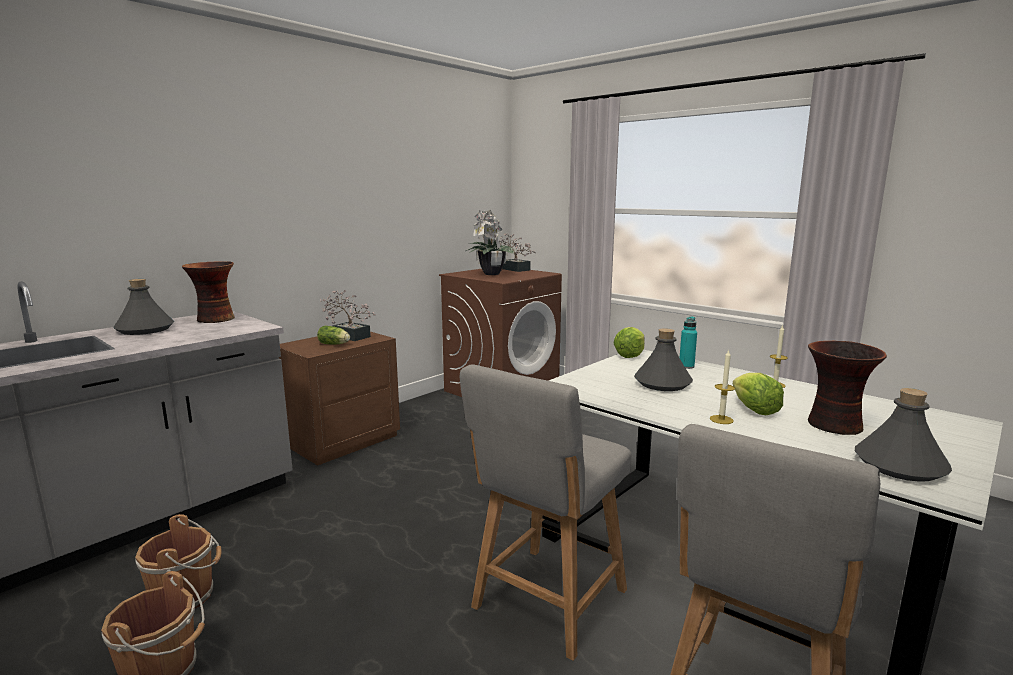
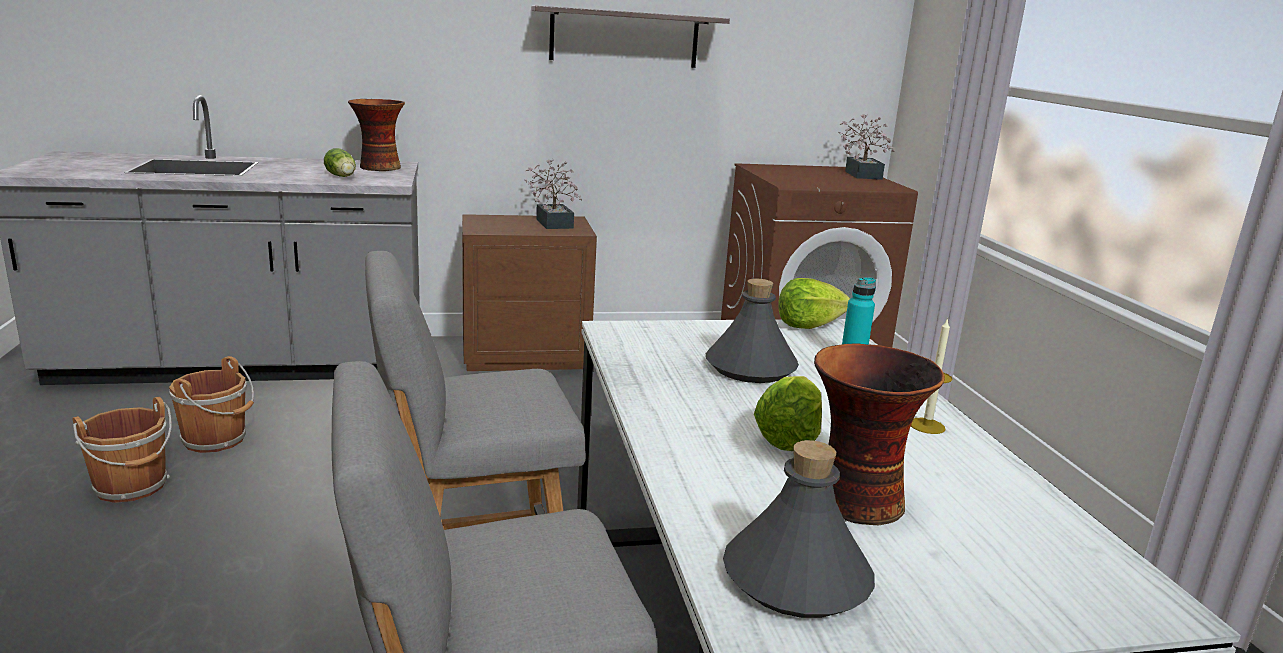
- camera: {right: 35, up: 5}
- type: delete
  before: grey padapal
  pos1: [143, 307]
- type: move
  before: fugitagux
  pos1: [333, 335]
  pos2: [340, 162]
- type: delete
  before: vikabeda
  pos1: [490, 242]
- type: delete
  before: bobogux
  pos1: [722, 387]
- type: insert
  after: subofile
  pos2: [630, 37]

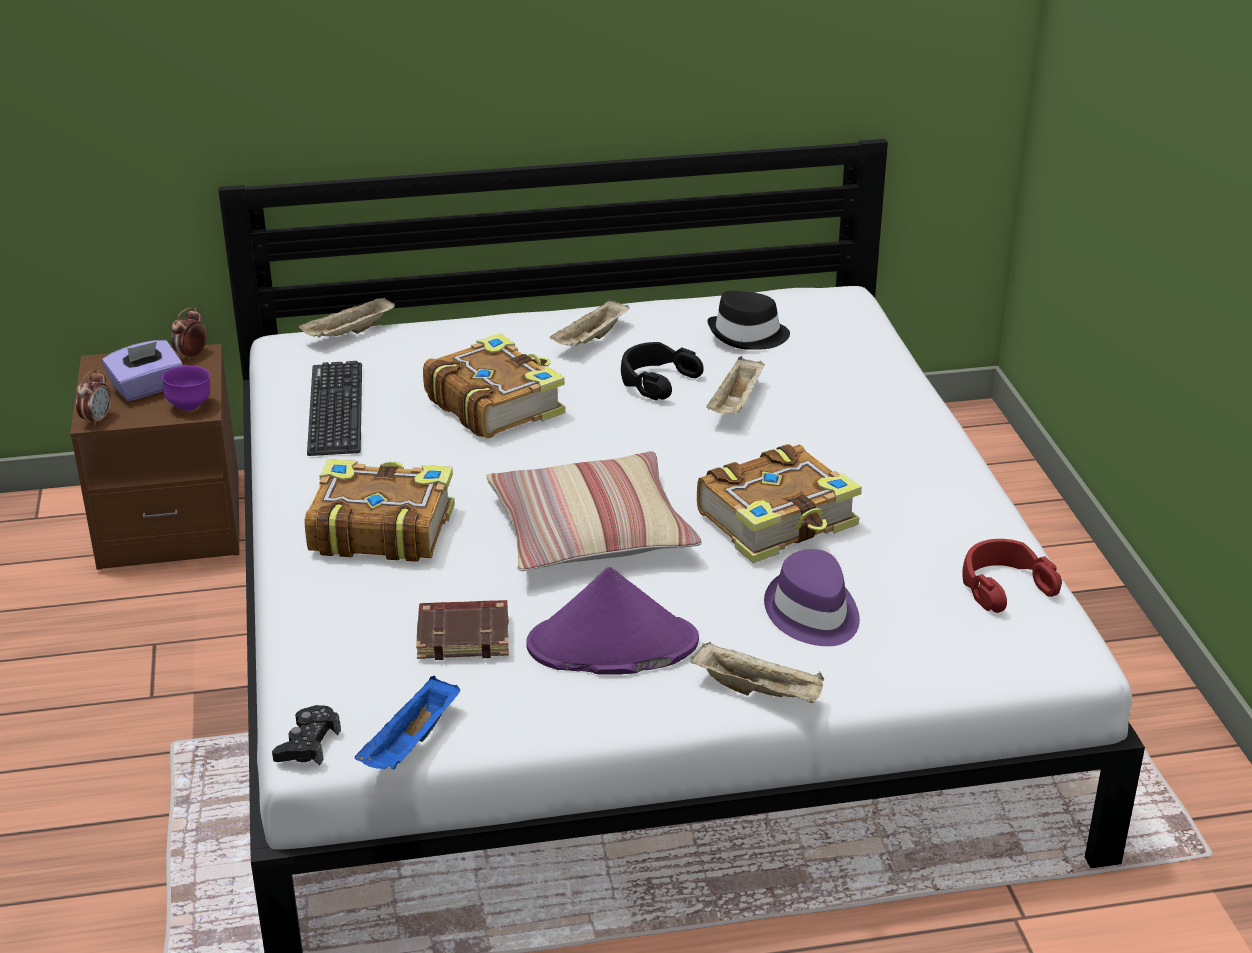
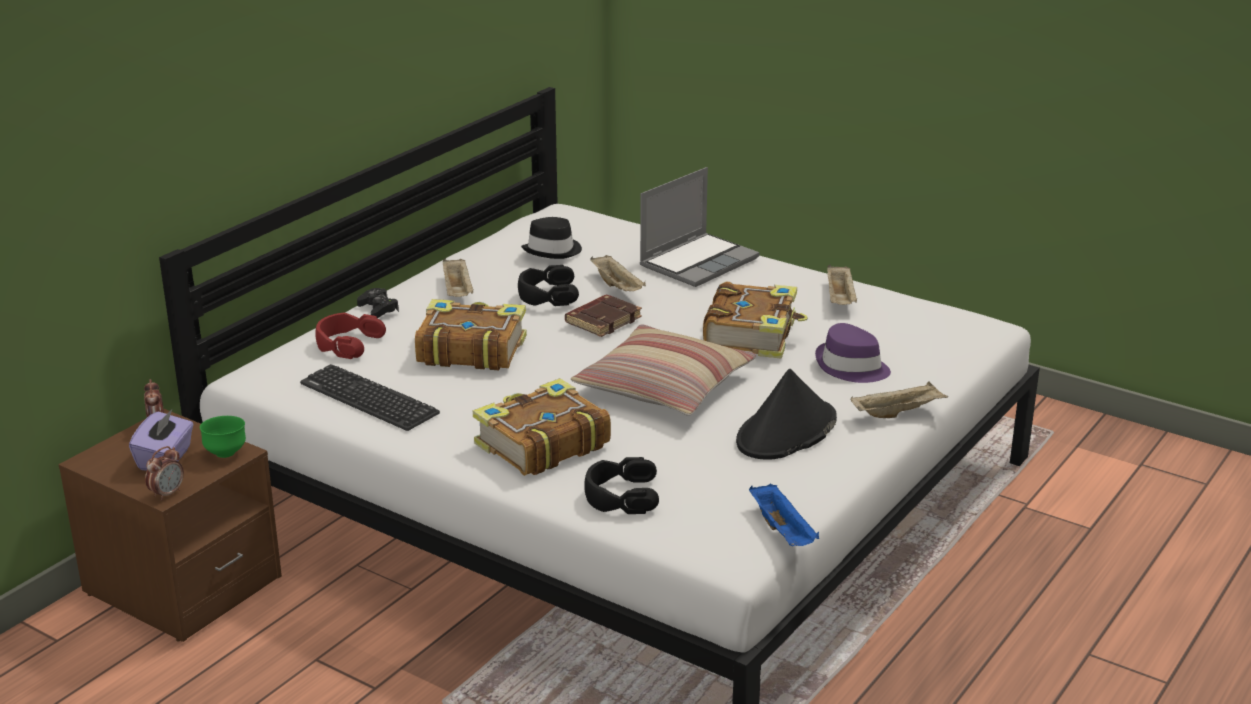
- camera: {right: -45, up: -5}
- type: rotate
  before: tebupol
  pos1: [93, 398]
  pos2: [164, 473]
  turn: 60
- type: recolor
  before: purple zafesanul
  after: green zafesanul
  pos1: [186, 388]
  pos2: [223, 437]
- type: move
  before: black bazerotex
  pos1: [306, 735]
  pos2: [378, 303]
- type: move
  before: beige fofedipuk
  pos1: [347, 318]
  pos2: [842, 284]
- type: move
  before: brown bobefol
  pos1: [462, 630]
  pos2: [603, 316]
- type: recolor
  before: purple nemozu
  after: black nemozu
  pos1: [612, 621]
  pos2: [786, 414]
- type: move
  before: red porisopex
  pos1: [1012, 576]
  pos2: [350, 336]
- type: insert
  after: black porisopex
  pos2: [621, 485]
- type: insert
  after: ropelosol
  pos2: [700, 227]

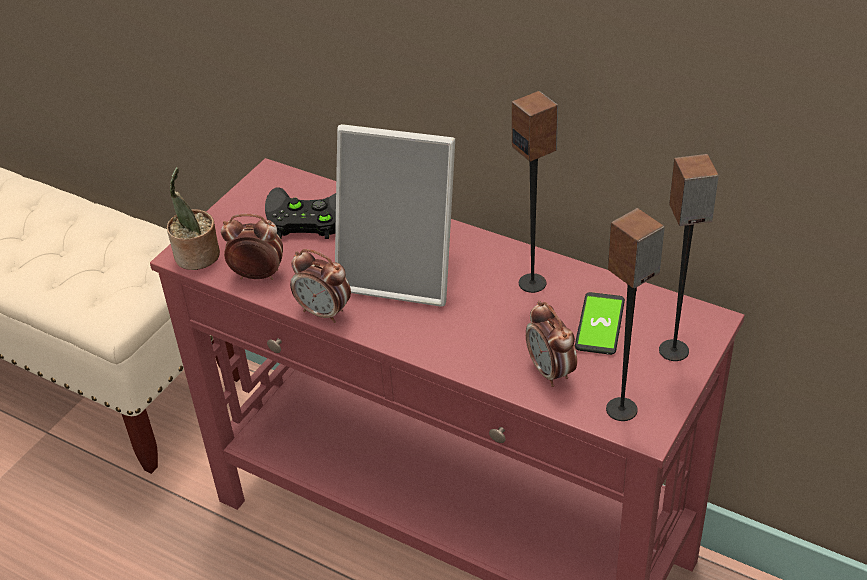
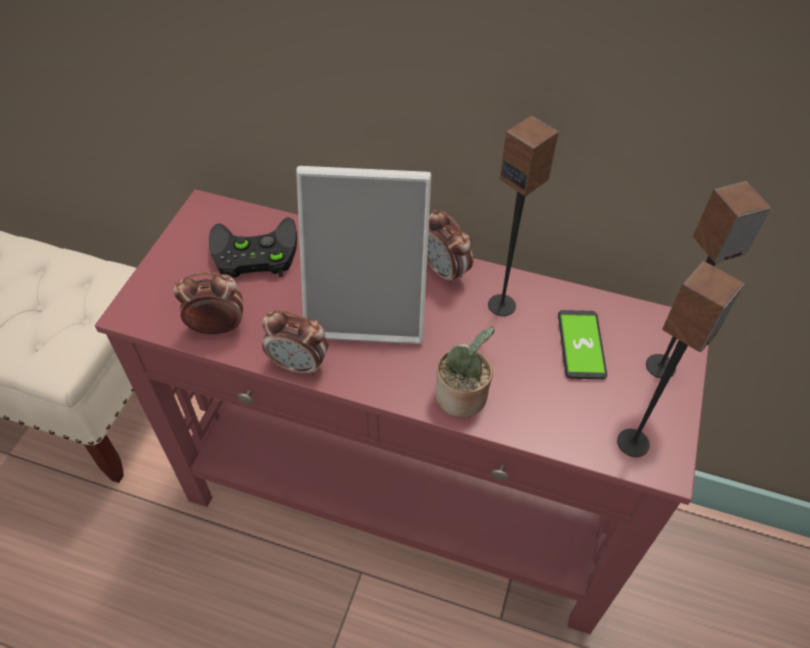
- camera: {right: -15, up: 10}
- type: move
  before: vikabeda
  pos1: [193, 218]
  pos2: [465, 372]
- type: move
  before: tebupol
  pos1: [551, 344]
  pos2: [450, 248]

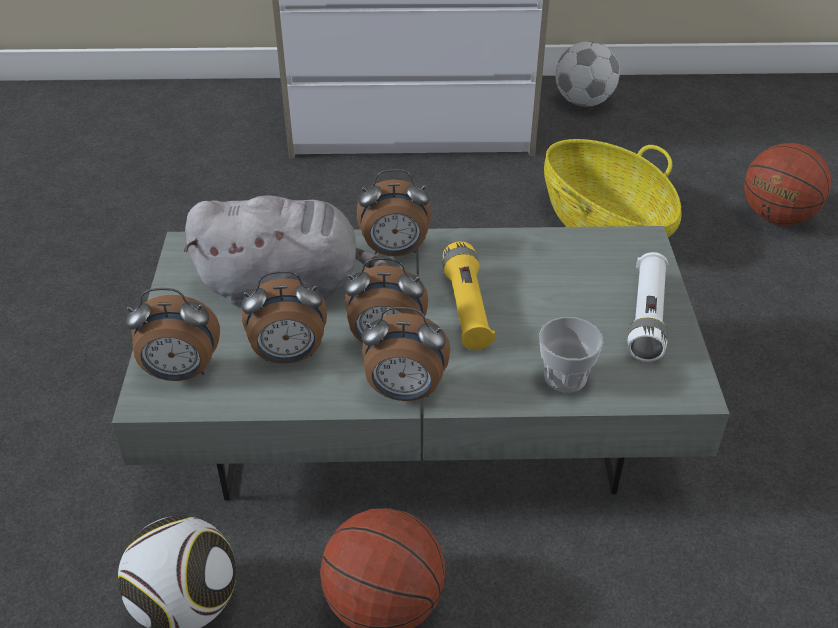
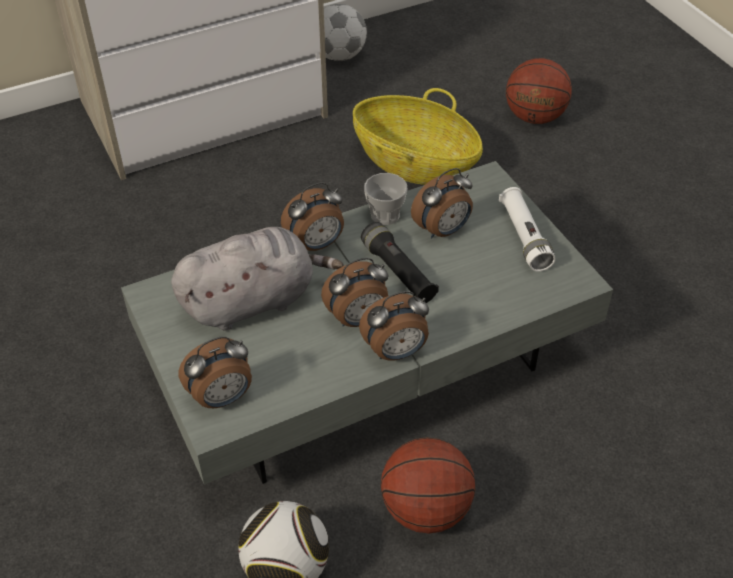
- camera: {right: -25, up: 5}
- type: move
  before: tebupol
  pos1: [284, 317]
  pos2: [442, 203]
- type: recolor
  before: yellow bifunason
  after: black bifunason
  pos1: [469, 295]
  pos2: [400, 262]
- type: move
  before: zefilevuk
  pos1: [571, 355]
  pos2: [385, 199]

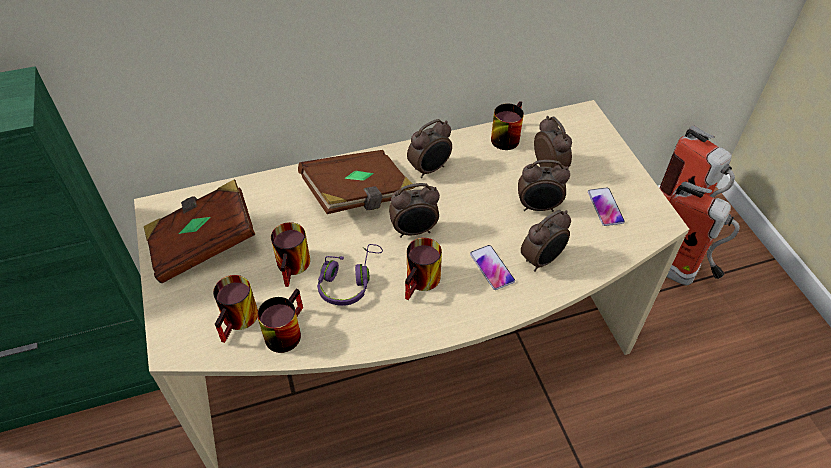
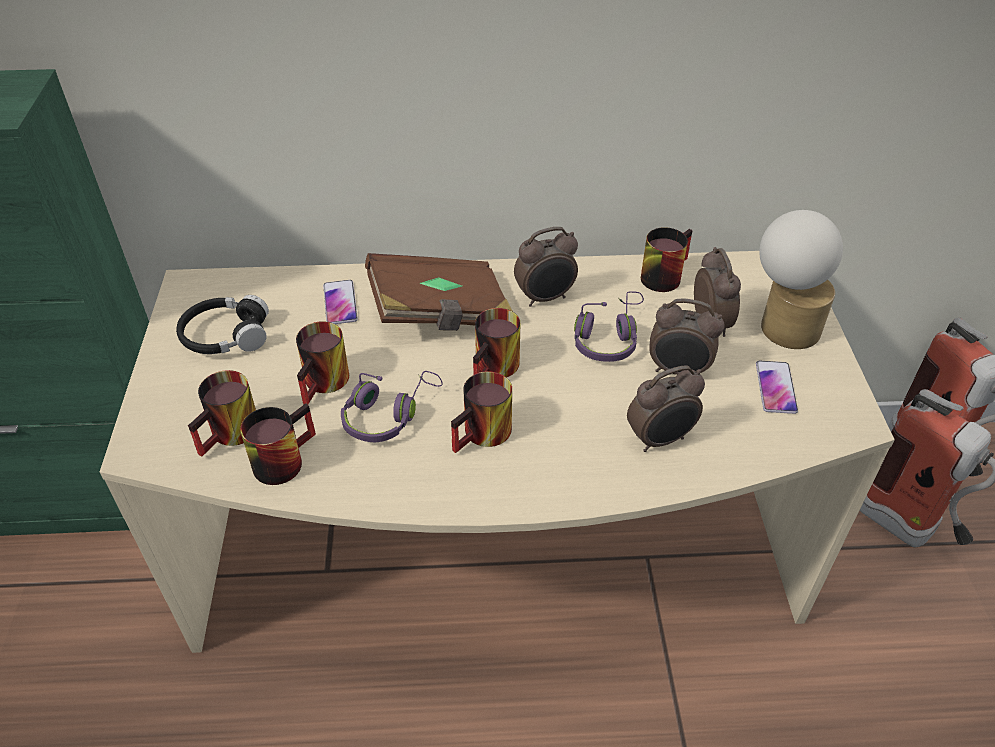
- camera: {right: 15, up: -5}
- type: replace
  before: brown bobefol
  after: black porisopex
  pos1: [199, 231]
  pos2: [222, 324]
- type: replace
  before: tebupol
  after: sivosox
  pos1: [414, 210]
  pos2: [497, 342]
- type: move
  before: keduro
  pos1: [492, 267]
  pos2: [340, 302]
- type: insert
  after: purple porisopex
  pos2: [609, 326]
- type: insert
  after: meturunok
  pos2: [801, 279]

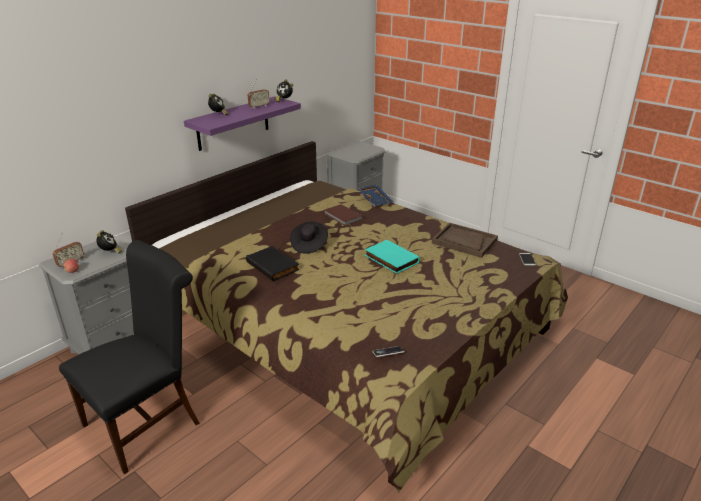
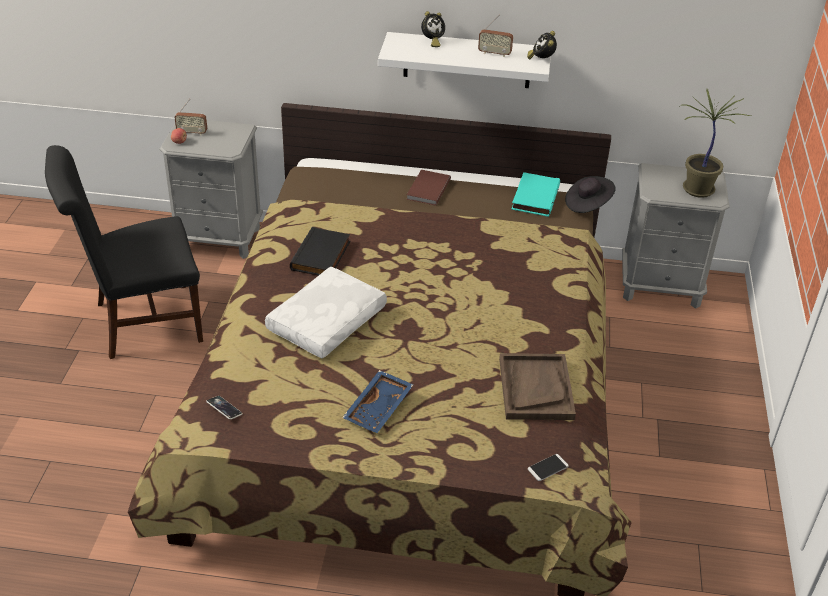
- camera: {right: 55, up: 10}
- type: rotate
  before: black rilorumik
  pos1: [129, 357]
  pos2: [124, 252]
  turn: 150
- type: delete
  before: tebupol
  pos1: [109, 241]
- type: recolor
  before: purple subofile
  after: white subofile
  pos1: [242, 123]
  pos2: [464, 60]
- type: move
  before: black nemozu
  pos1: [309, 237]
  pos2: [590, 194]
- type: move
  before: brown bobefol
  pos1: [343, 215]
  pos2: [428, 188]
- type: move
  before: blue fofedipuk
  pos1: [375, 195]
  pos2: [377, 401]
- type: move
  before: turquoise bobefol
  pos1: [392, 257]
  pos2: [535, 194]
- type: insert
  after: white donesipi
  pos2: [326, 313]
- type: insert
  after: vikabeda
  pos2: [715, 143]

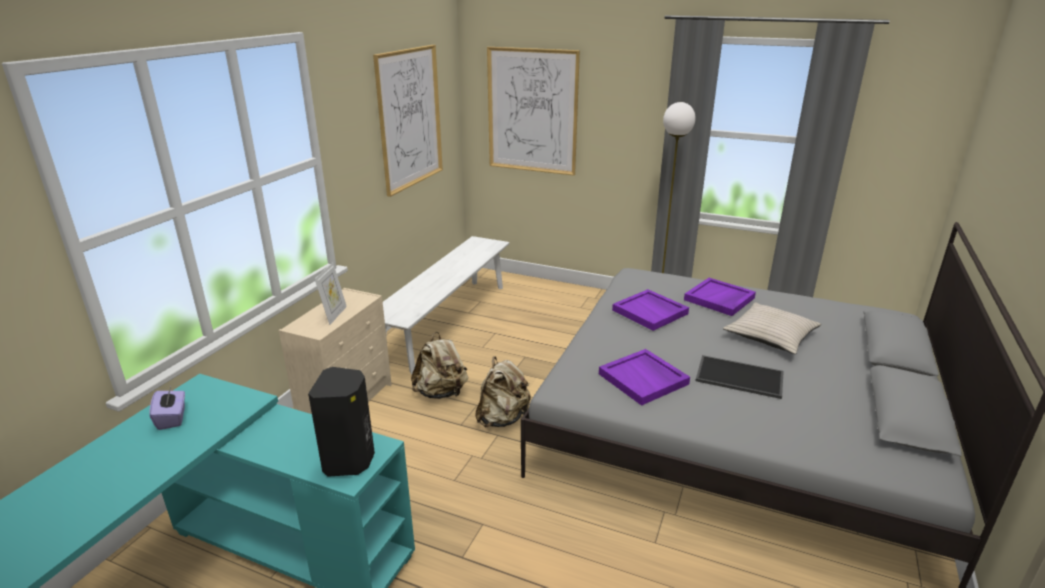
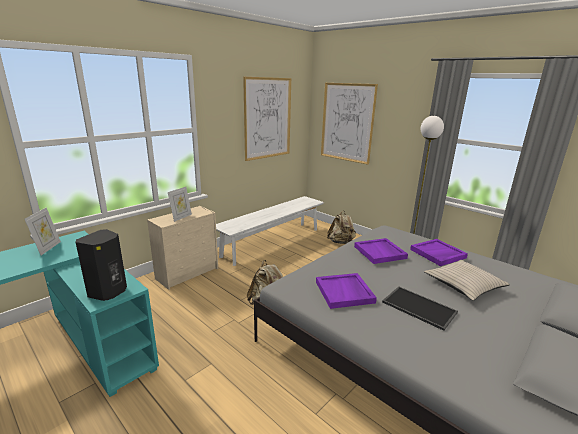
- camera: {right: 20, up: -5}
- type: replace
  before: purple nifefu
  after: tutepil
  pos1: [167, 408]
  pos2: [43, 231]
- type: move
  before: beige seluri
  pos1: [439, 365]
  pos2: [341, 227]

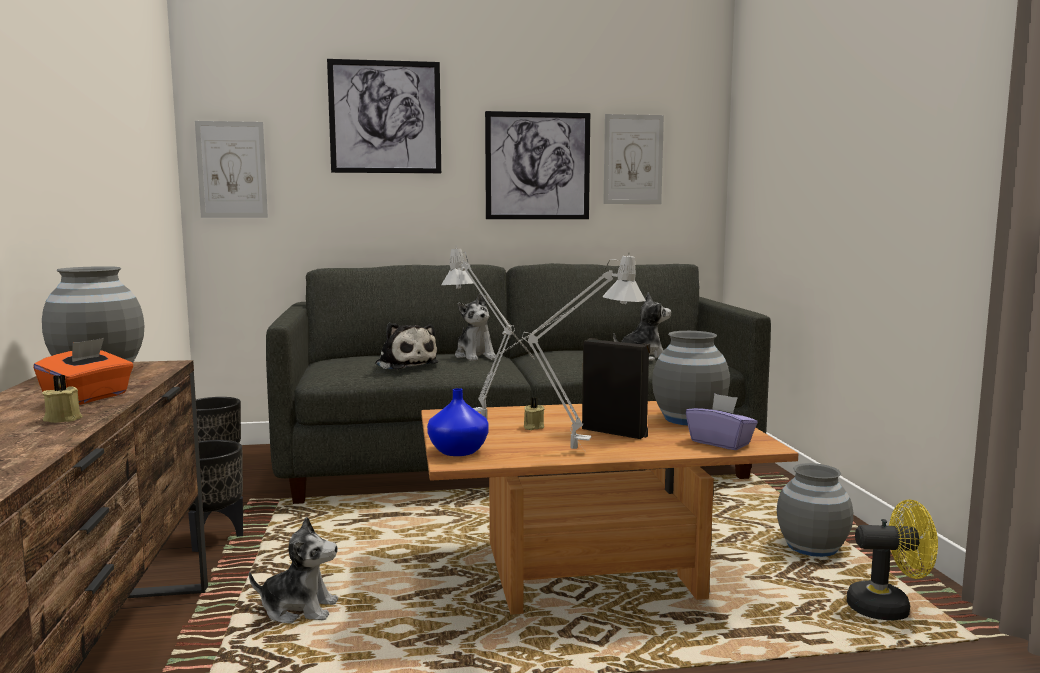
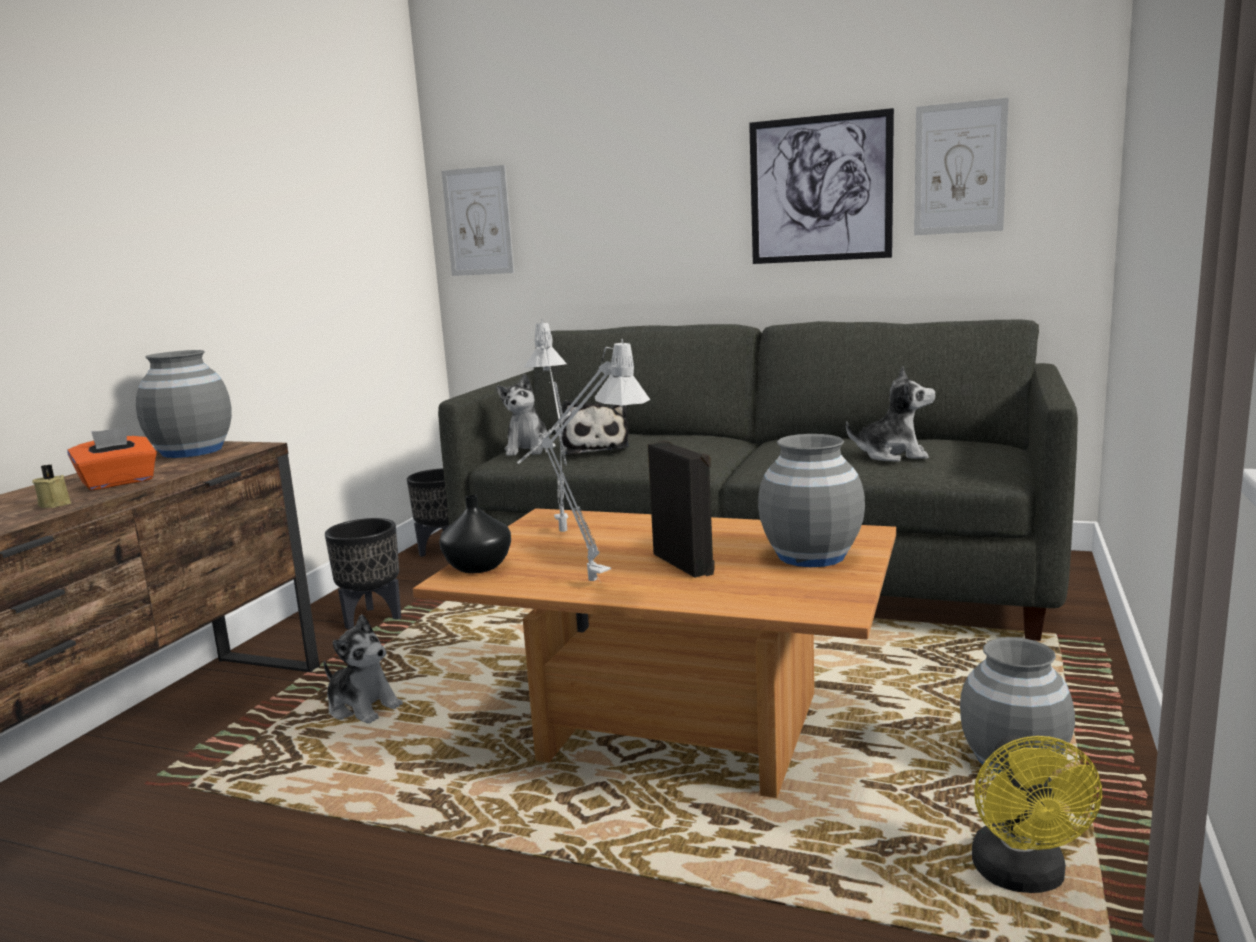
- camera: {right: 30, up: 5}
- type: delete
  before: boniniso
  pos1: [384, 116]
- type: recolor
  before: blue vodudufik
  after: black vodudufik
  pos1: [458, 422]
  pos2: [475, 534]
- type: move
  before: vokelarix
  pos1: [475, 327]
  pos2: [521, 415]
- type: delete
  before: beige bobogux
  pos1: [534, 413]
- type: delete
  before: purple nifefu
  pos1: [722, 421]
- type: rotate
  before: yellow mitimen
  pos1: [892, 559]
  pos2: [1037, 814]
  turn: 60

